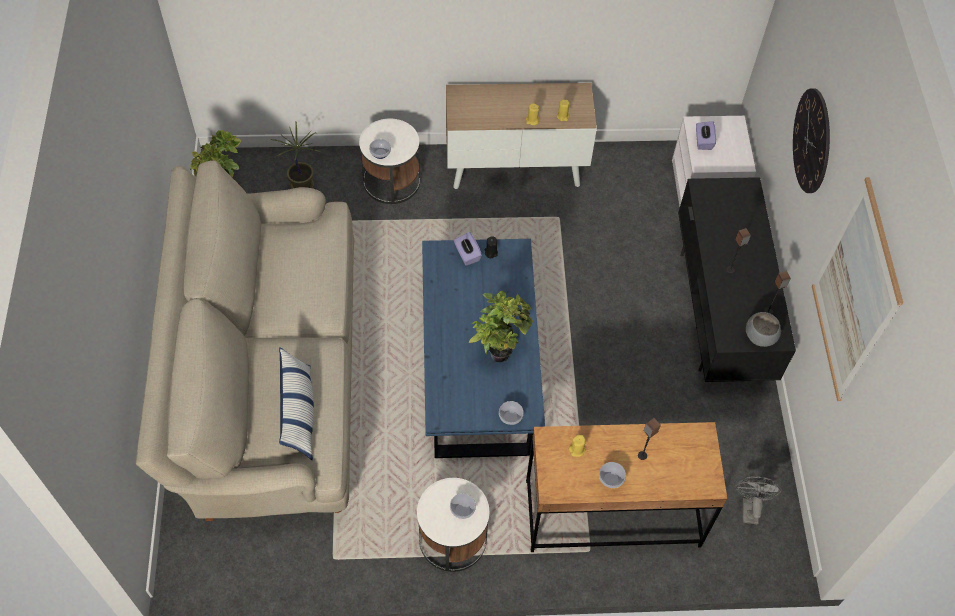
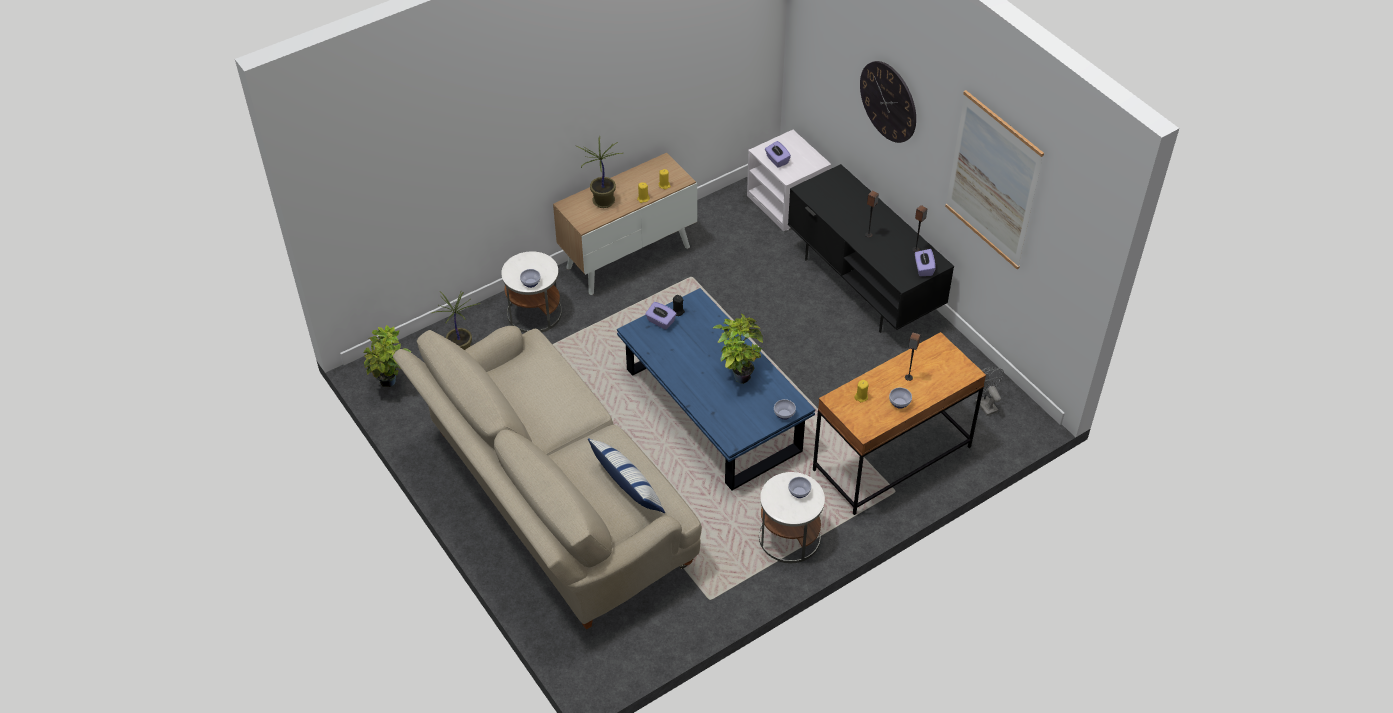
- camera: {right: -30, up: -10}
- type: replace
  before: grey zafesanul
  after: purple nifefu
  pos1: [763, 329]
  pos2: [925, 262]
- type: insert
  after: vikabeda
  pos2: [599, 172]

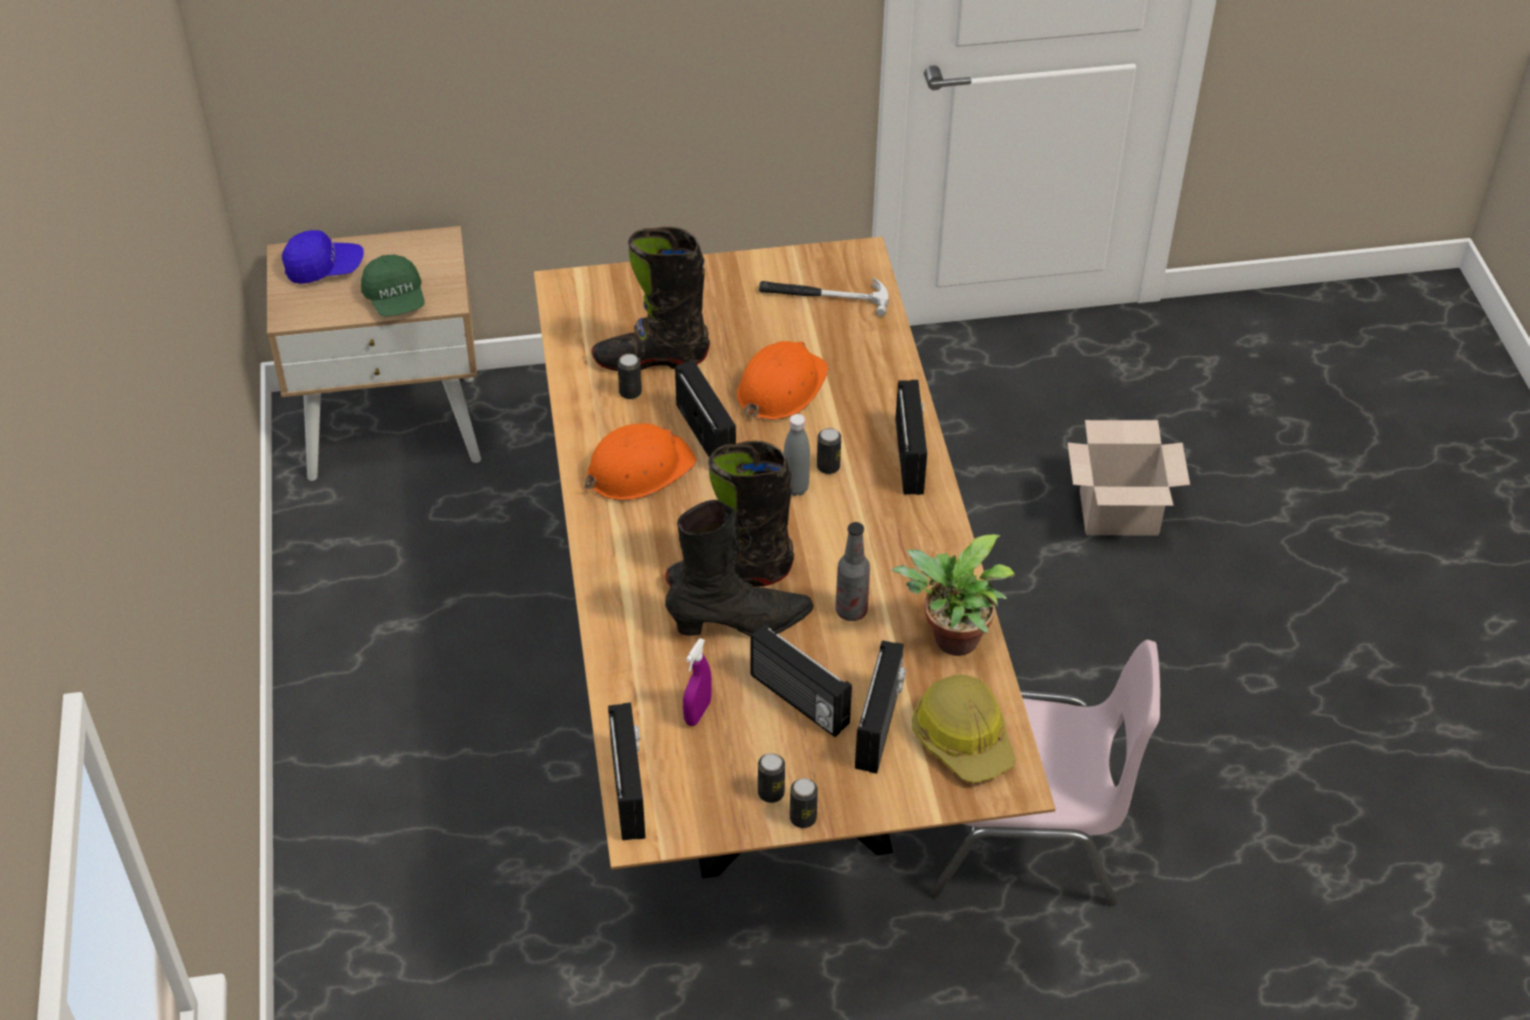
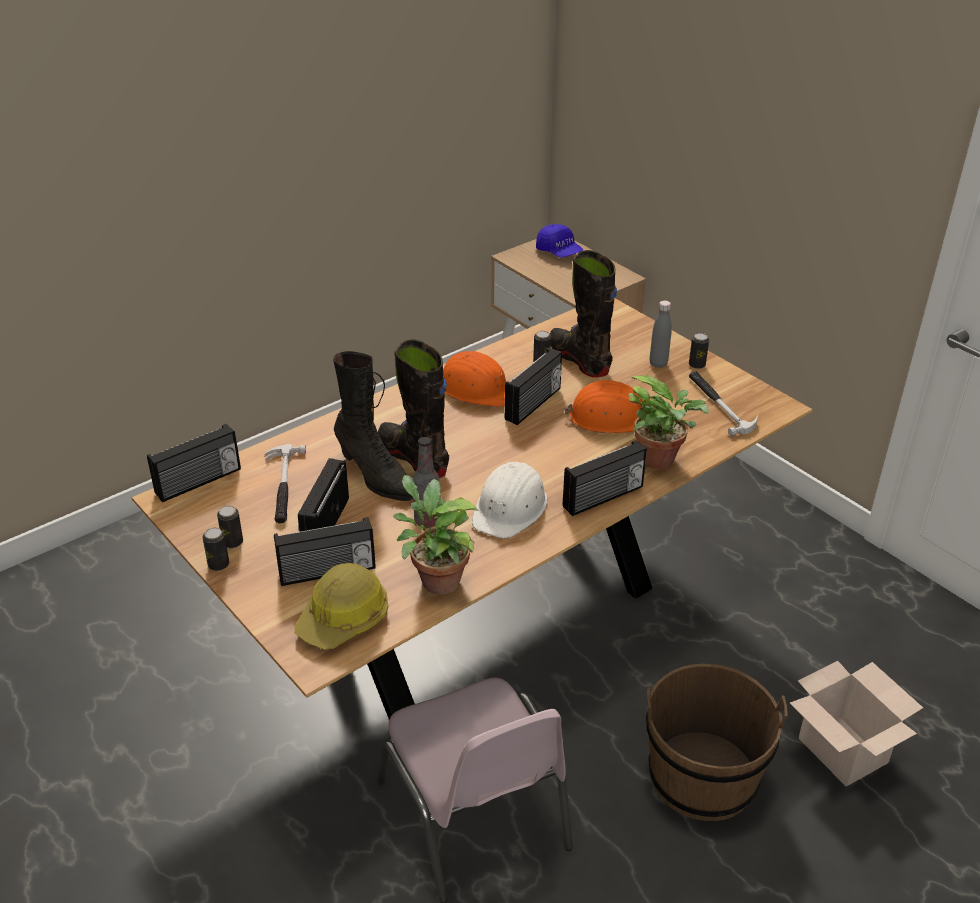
- camera: {right: 60, up: -10}
- type: delete
  before: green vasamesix
  pos1: [392, 285]
- type: replace
  before: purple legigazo
  after: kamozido
  pos1: [697, 682]
  pos2: [285, 483]
- type: move
  before: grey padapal
  pos1: [797, 455]
  pos2: [660, 334]
- type: move
  before: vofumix
  pos1: [829, 451]
  pos2: [699, 351]
- type: insert
  after: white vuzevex
  pos2: [509, 500]
- type: insert
  after: vikabeda
  pos2: [669, 422]
- type: insert
  after: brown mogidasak
  pos2: [716, 742]

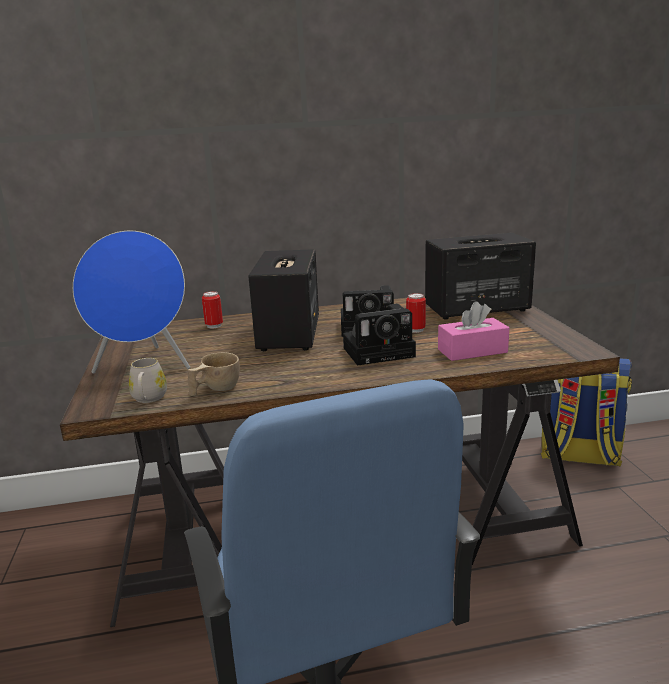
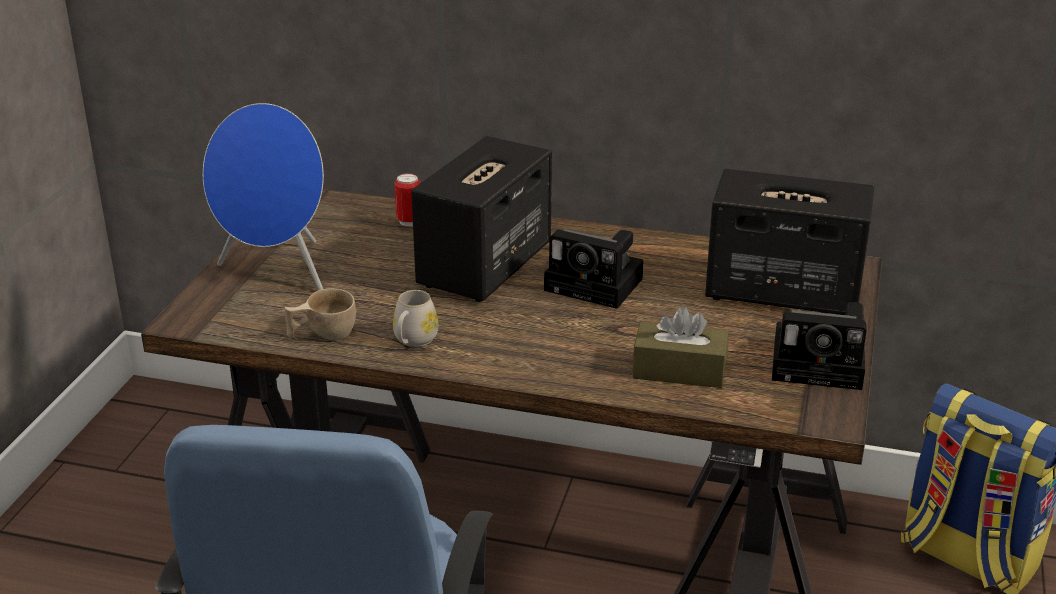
- camera: {right: 25, up: 10}
- type: move
  before: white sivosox
  pos1: [148, 380]
  pos2: [415, 318]
- type: move
  before: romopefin
  pos1: [379, 335]
  pos2: [819, 346]
- type: delete
  before: vofumix
  pos1: [416, 313]
- type: recolor
  before: pink nifefu
  after: brown nifefu
  pos1: [473, 331]
  pos2: [680, 347]

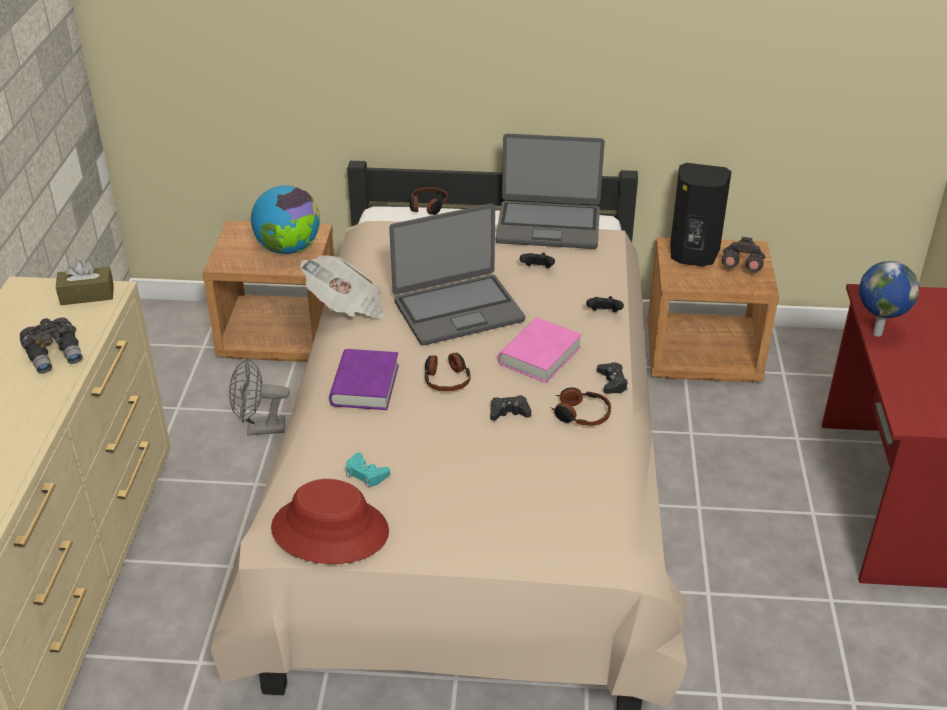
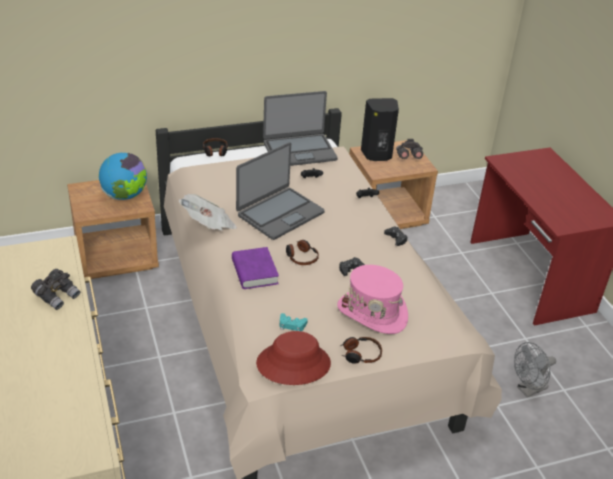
- camera: {right: -25, up: 0}
- type: delete
  before: brown nifefu
  pos1: [85, 282]
- type: move
  before: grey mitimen
  pos1: [259, 396]
  pos2: [535, 369]
- type: delete
  before: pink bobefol
  pos1: [540, 350]
- type: move
  before: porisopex
  pos1: [580, 406]
  pos2: [361, 350]
- type: delete
  before: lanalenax
  pos1: [889, 299]
- type: insert
  after: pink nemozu
  pos2: [372, 299]

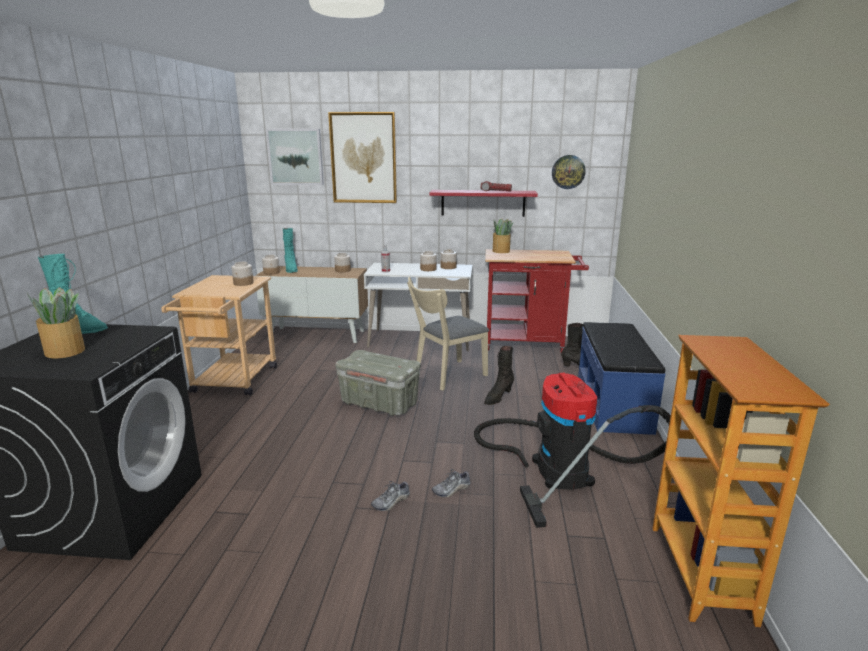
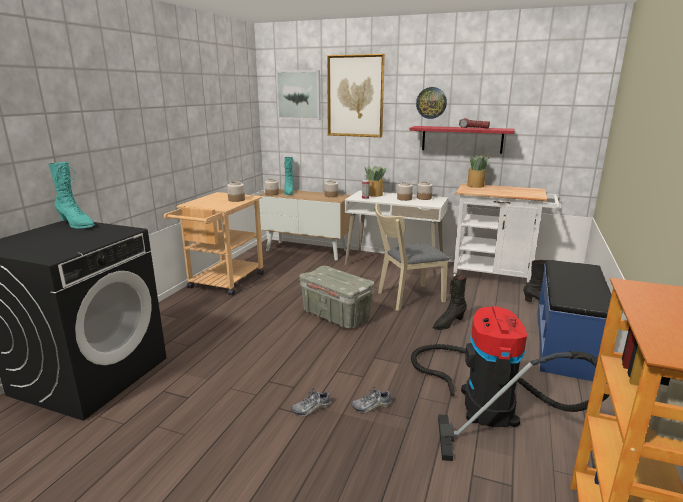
- camera: {right: 15, up: 0}
- type: move
  before: vikabeda
  pos1: [56, 322]
  pos2: [375, 181]
- type: recolor
  before: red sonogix
  after: white sonogix
  pos1: [537, 301]
  pos2: [507, 233]
- type: move
  before: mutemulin
  pos1: [569, 172]
  pos2: [431, 103]

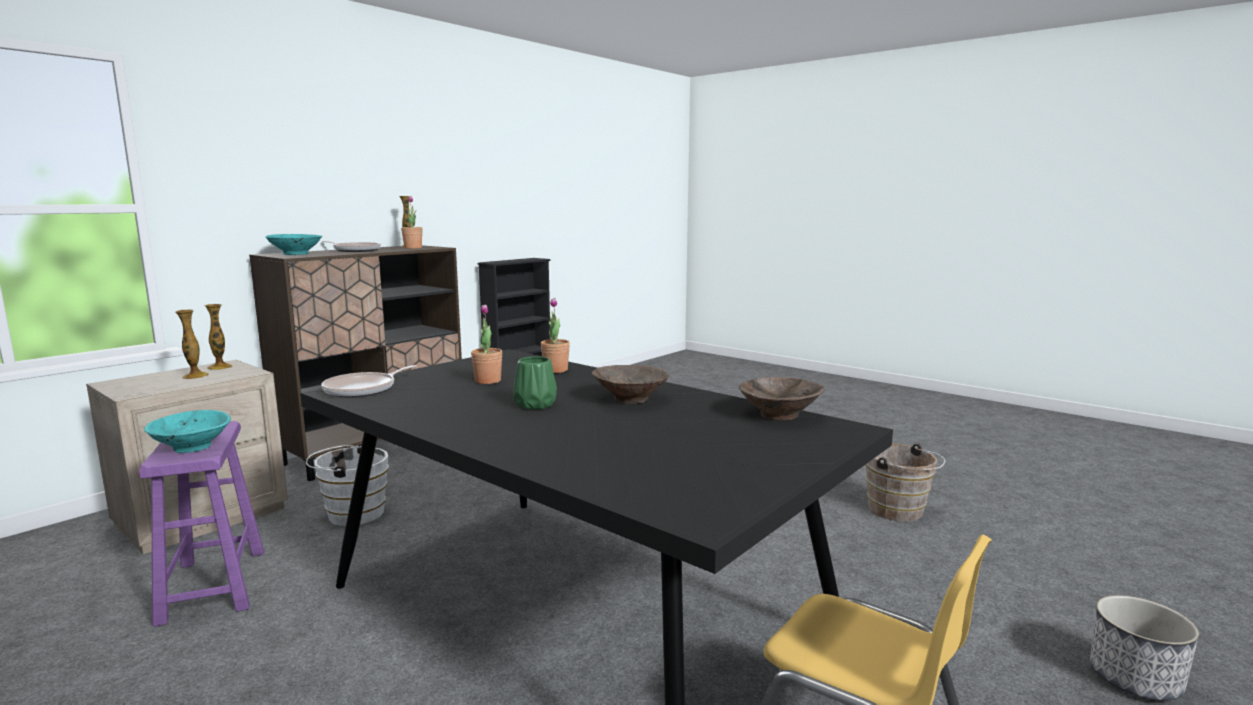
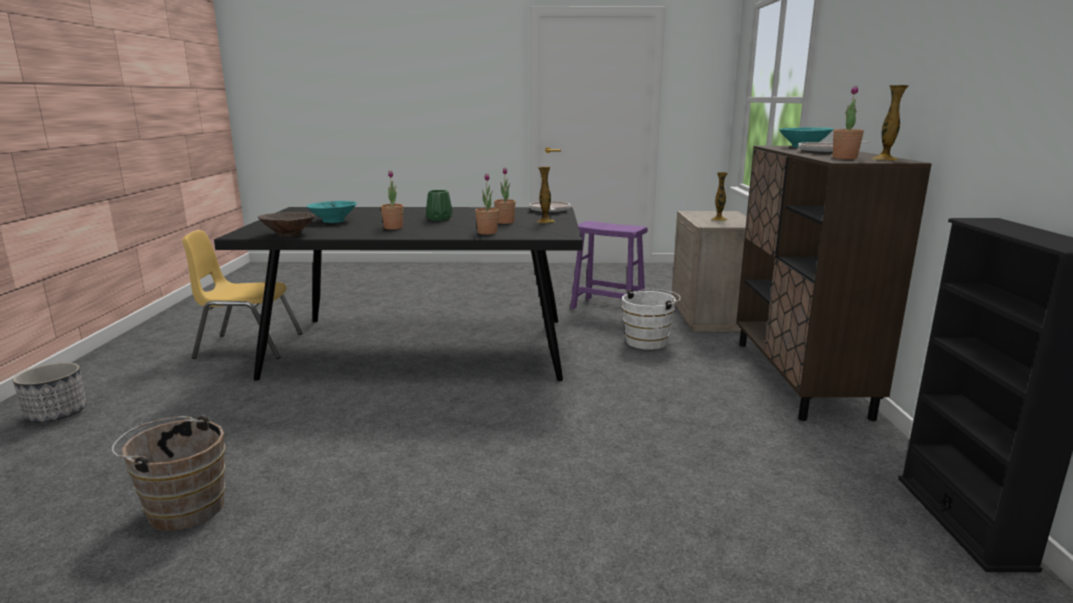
- camera: {right: 140, up: 5}
- type: move
  before: turquoise zafesanul
  pos1: [187, 431]
  pos2: [332, 212]
- type: move
  before: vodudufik
  pos1: [218, 337]
  pos2: [546, 194]
- type: replace
  before: brown zafesanul
  after: vikabeda
  pos1: [631, 384]
  pos2: [392, 200]

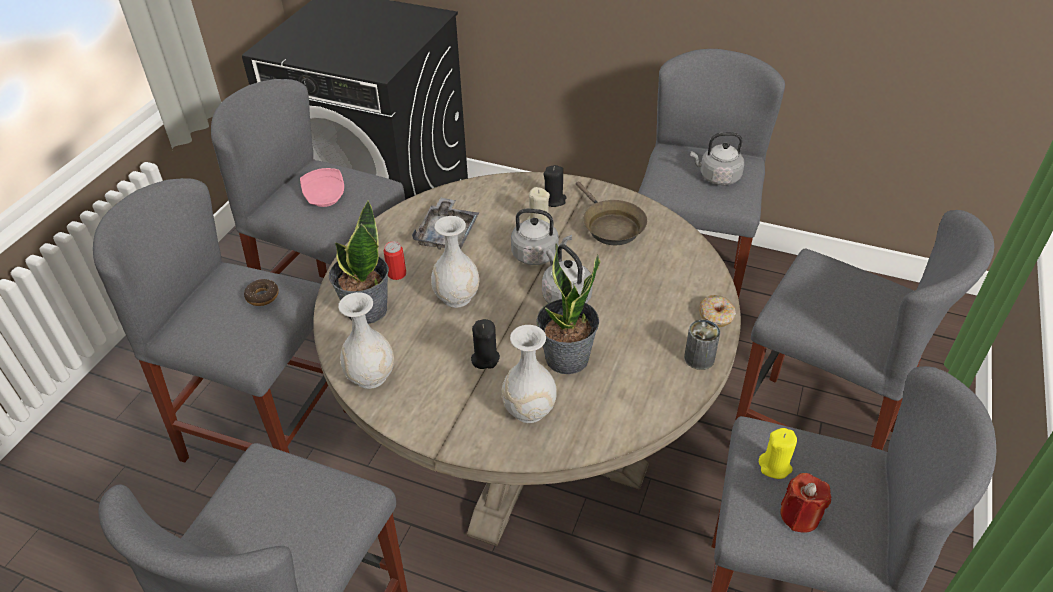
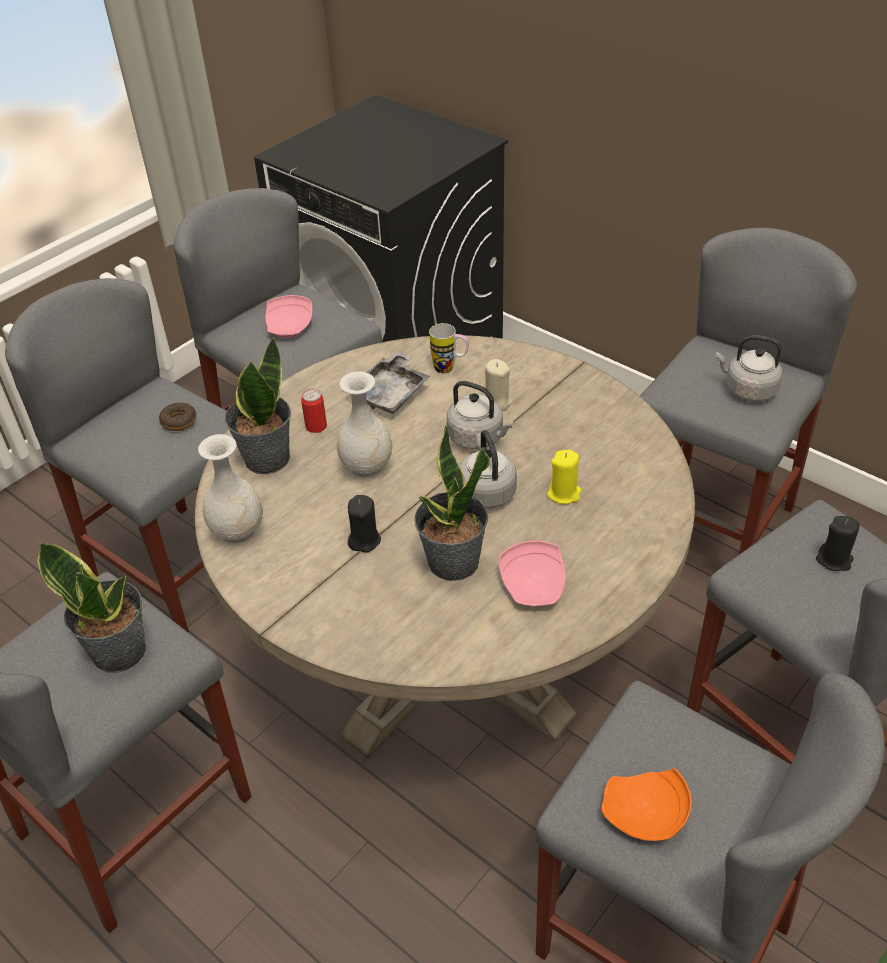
- camera: {right: 20, up: 0}
- type: delete
  before: white vodudufik
  pos1: [529, 374]
- type: move
  before: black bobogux
  pos1: [555, 186]
  pos2: [838, 543]
- type: delete
  before: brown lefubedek
  pos1: [611, 213]
- type: delete
  before: vofumix
  pos1: [702, 345]
- type: delete
  before: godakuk
  pos1: [717, 311]
- type: move
  before: yellow bobogux
  pos1: [778, 453]
  pos2: [564, 477]
- type: replace
  before: red bobogux
  after: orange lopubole
  pos1: [805, 503]
  pos2: [646, 804]
- type: insert
  after: vikabeda
  pos2: [91, 608]
- type: insert
  after: sivosox
  pos2: [449, 348]
- type: insert
  after: pink lopubole
  pos2: [532, 573]

